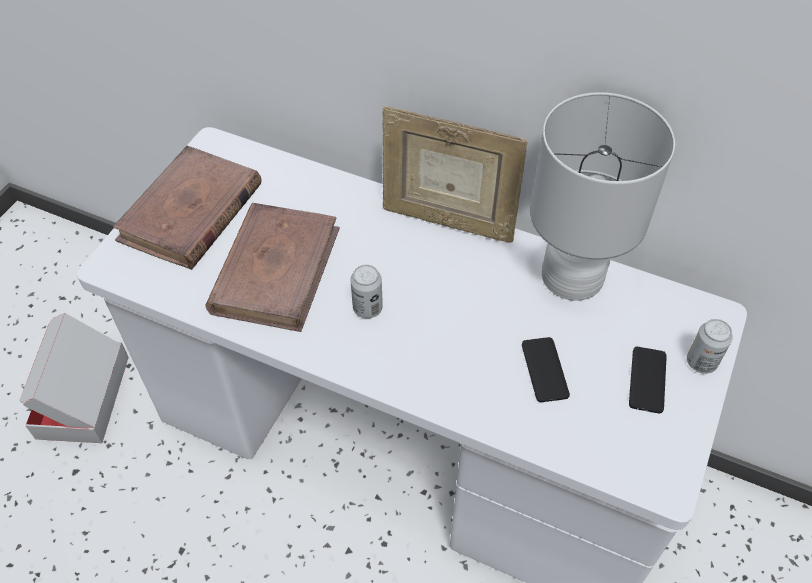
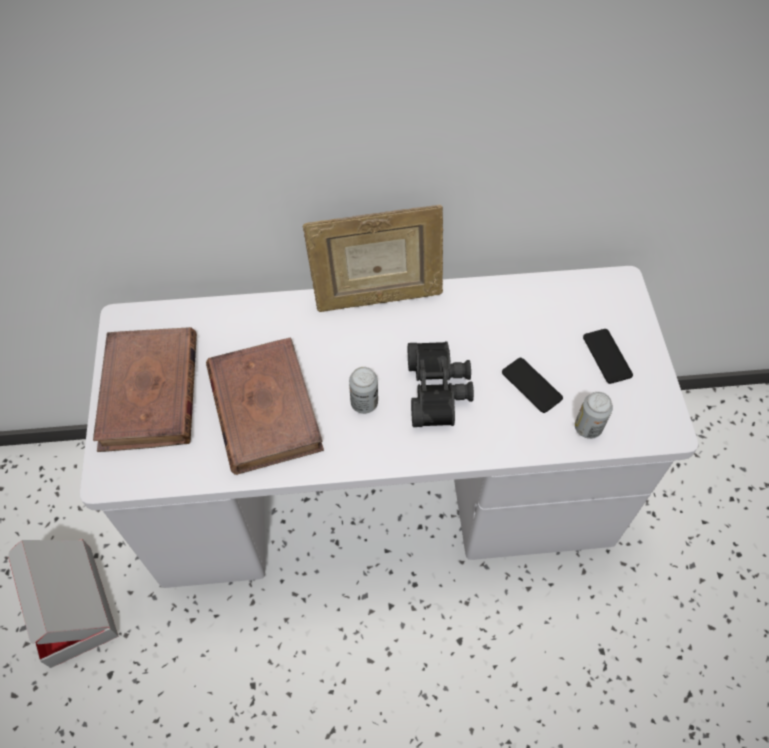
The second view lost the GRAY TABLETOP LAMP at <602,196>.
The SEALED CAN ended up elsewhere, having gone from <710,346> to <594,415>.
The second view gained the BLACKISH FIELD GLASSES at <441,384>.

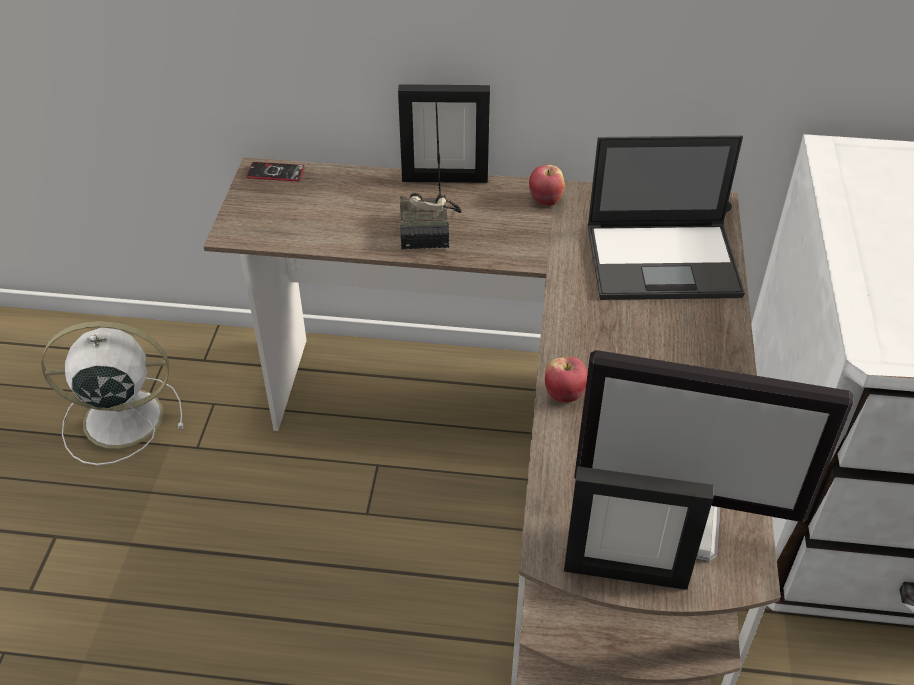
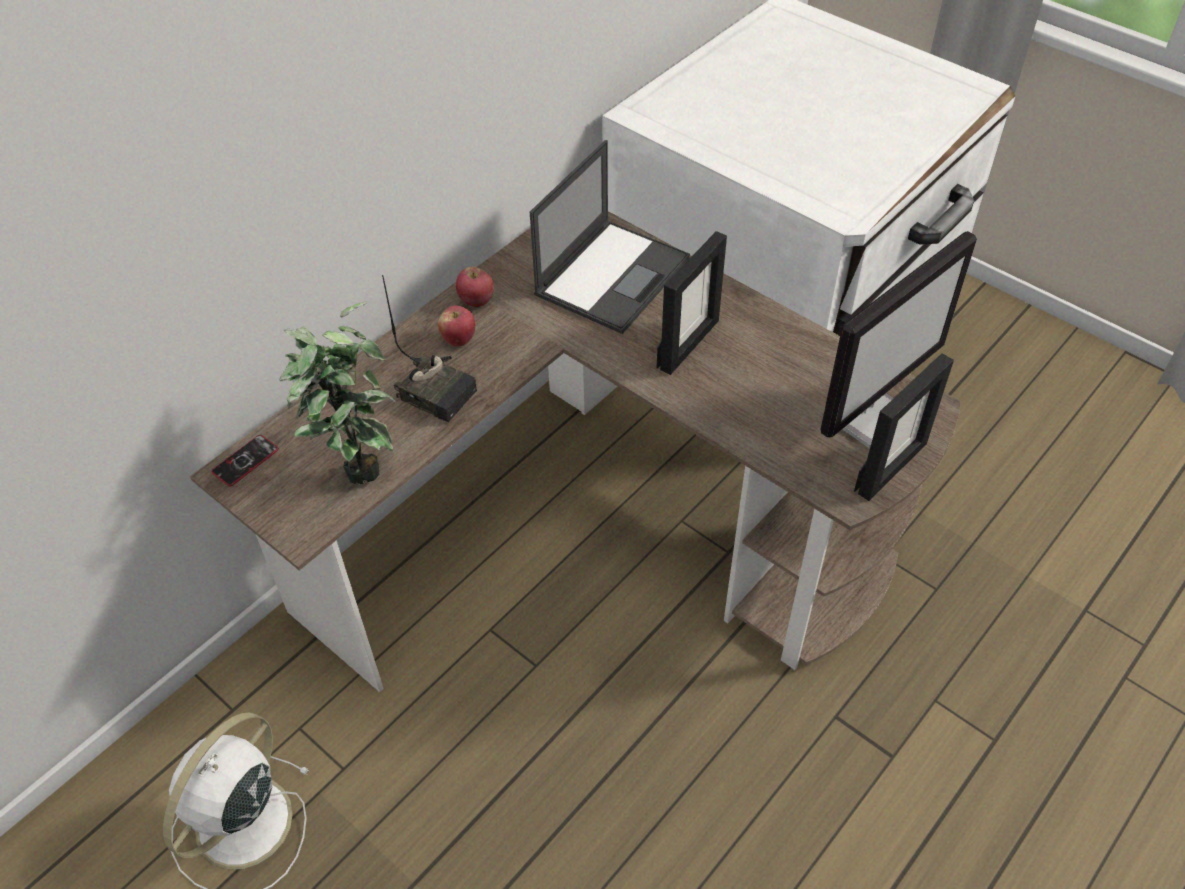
The STANDING FRAME ended up elsewhere, having gone from <444,133> to <692,303>.
The APPLE FRUIT ended up elsewhere, having gone from <566,380> to <457,326>.
The second view gained the PLANT IN A POT at <337,392>.

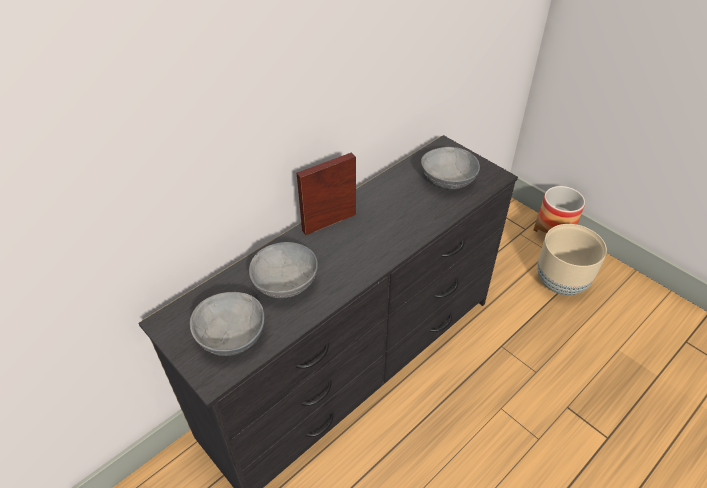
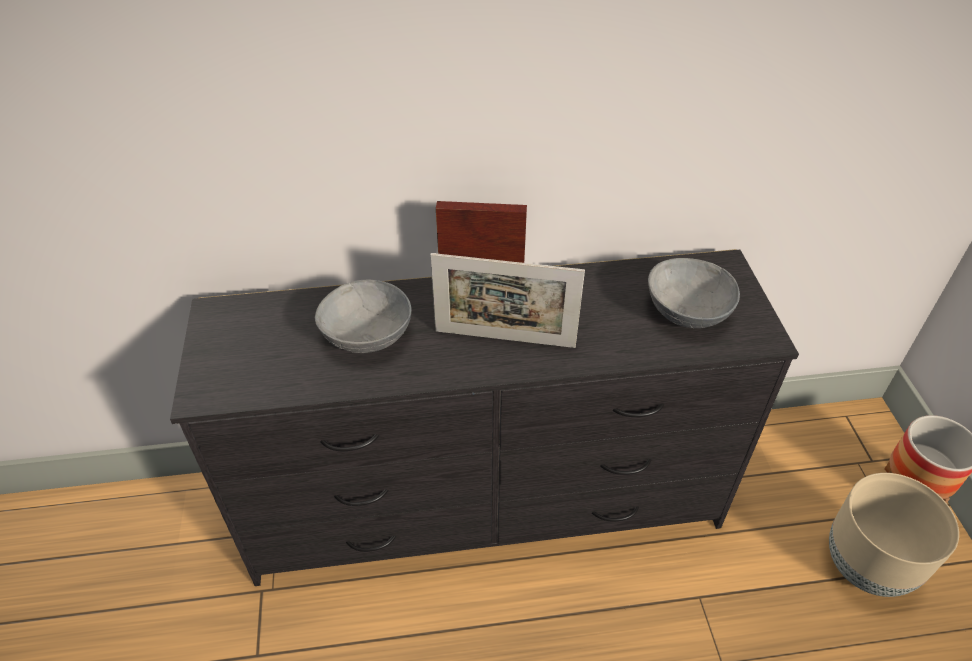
The second view lost the GRAY DEEP DISH at <227,324>.
The second view gained the STANDING FRAME at <507,300>.

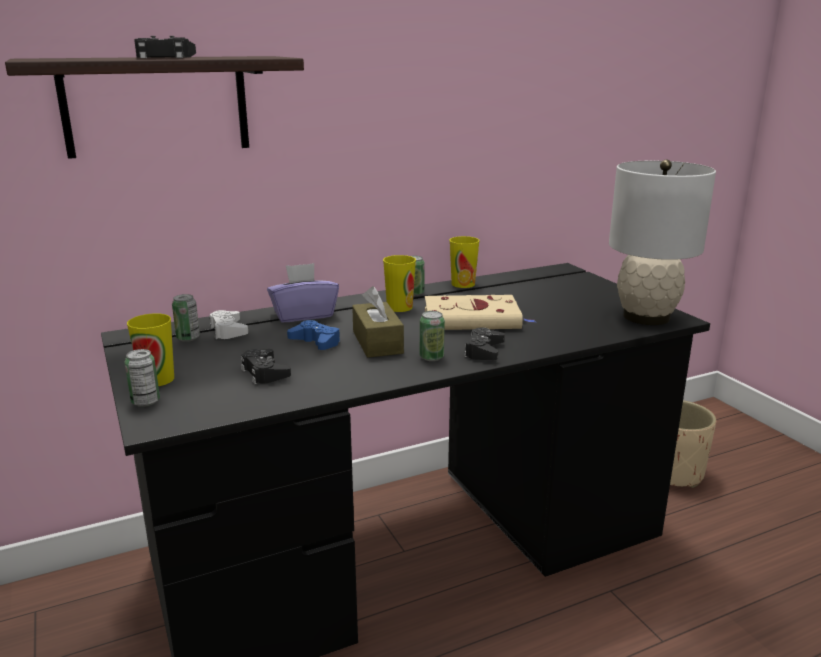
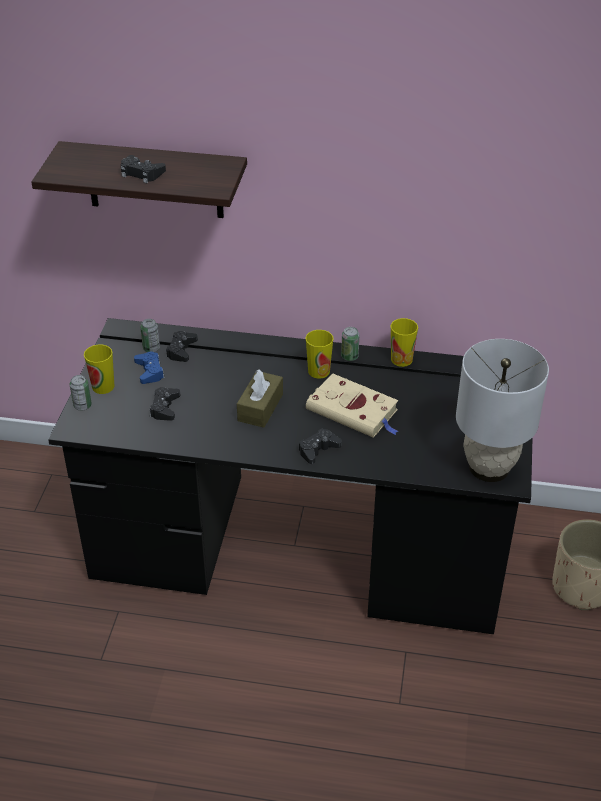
What was the WHITE-COLOURED GAMEPAD at <228,324> turned into the BLACKISH GAMEPAD at <182,346>.
The second view lost the PURPLE-COLOURED BOX OF TISSUES at <303,292>.
The BLUE-COLOURED GAMEPAD ended up elsewhere, having gone from <313,335> to <149,368>.
The second view lost the SEALED CAN at <432,336>.

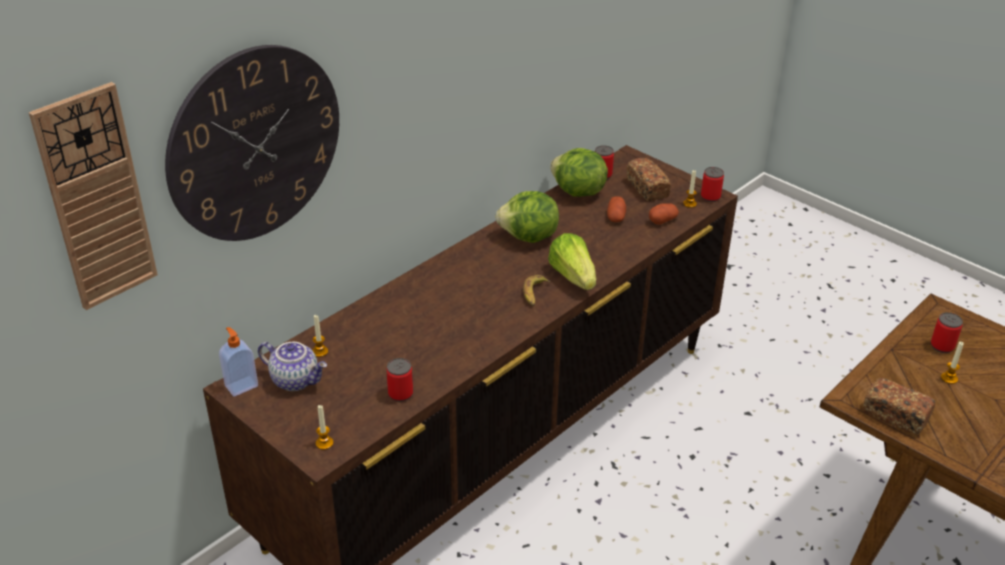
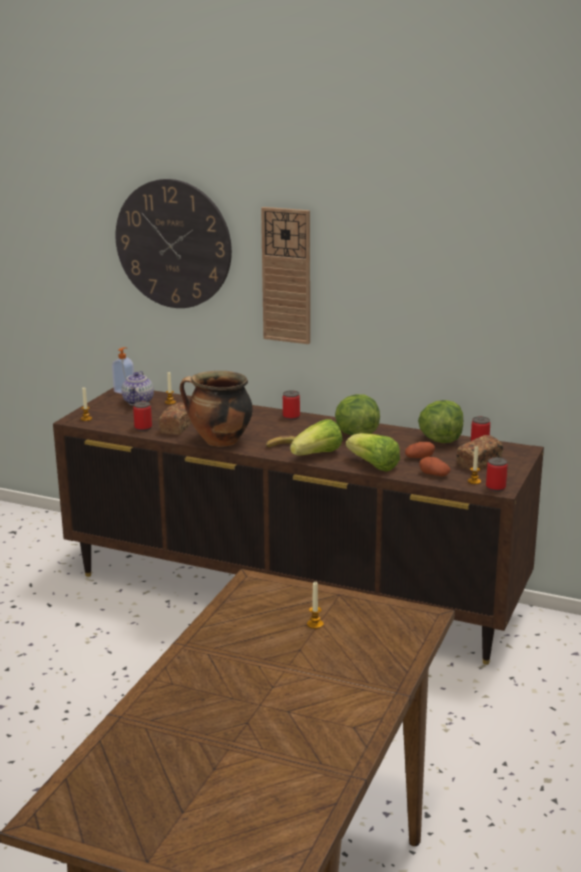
The WALL CLOCK ended up elsewhere, having gone from <93,196> to <285,275>.
The BAKED BREAD ended up elsewhere, having gone from <899,406> to <175,419>.
The SEALED CAN ended up elsewhere, having gone from <947,332> to <291,405>.
The second view gained the STOCKPOT at <216,409>.
The second view gained the LETTUCE HEAD at <373,452>.

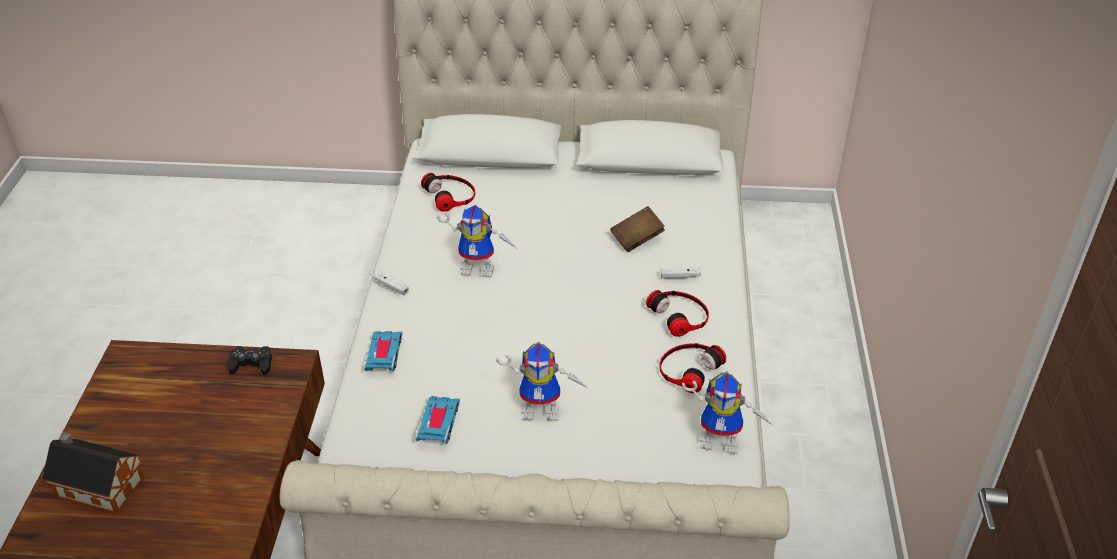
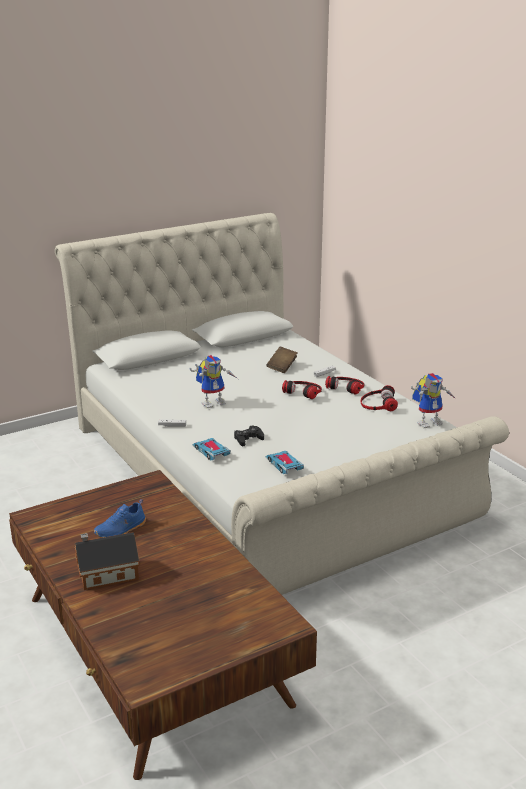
The BLACKISH GAMEPAD ended up elsewhere, having gone from <249,360> to <249,435>.
The PAIR OF HEADPHONES ended up elsewhere, having gone from <448,192> to <302,389>.
The second view lost the MODEL ROBOT at <542,381>.
The second view gained the BLUE-COLOURED LOW SHOE at <120,518>.

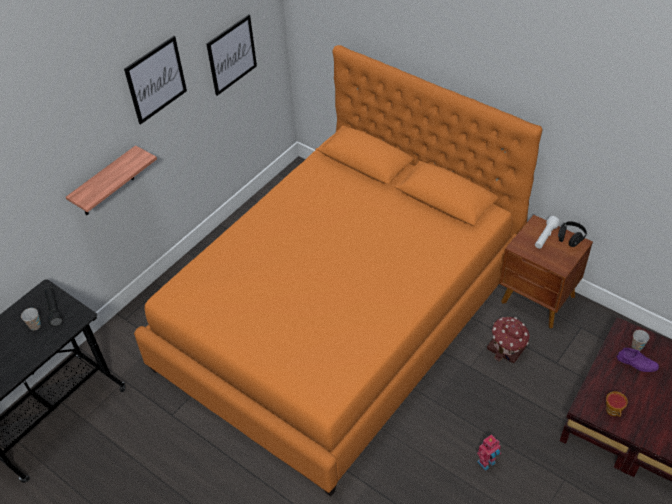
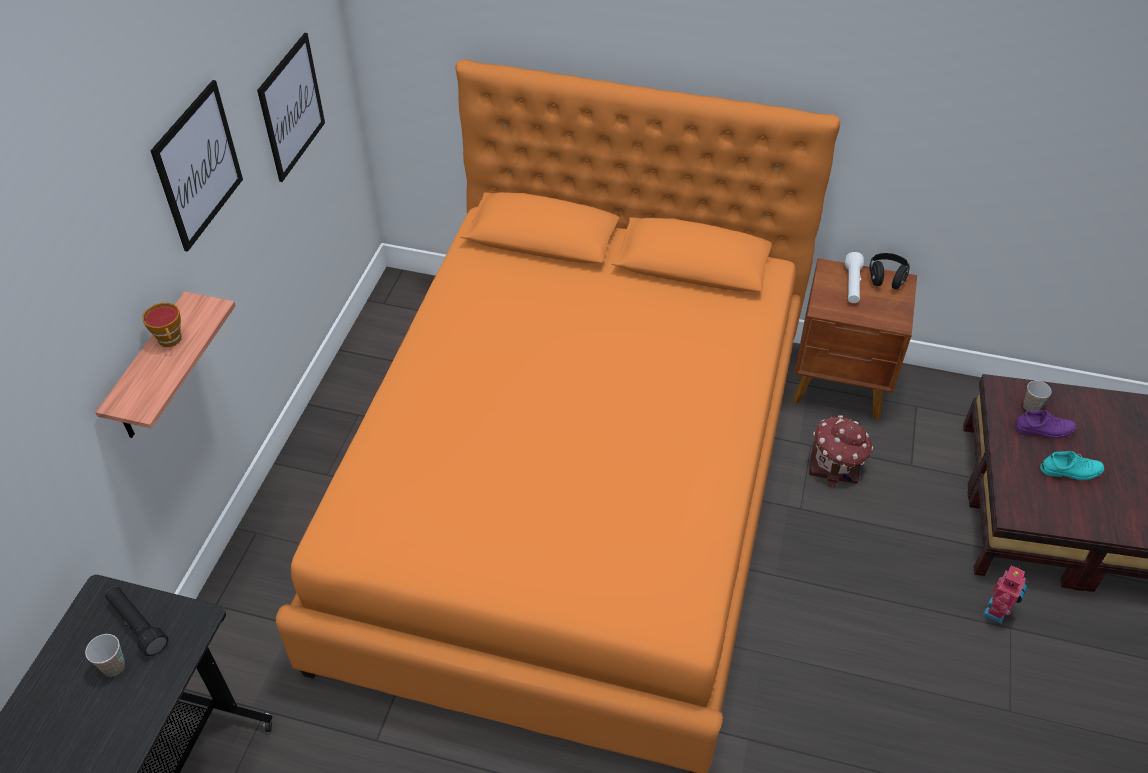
The MODEL ROBOT ended up elsewhere, having gone from <489,452> to <1005,594>.
The CUP ended up elsewhere, having gone from <617,404> to <162,325>.
The second view gained the BLUE-GREEN LOW SHOE at <1072,465>.

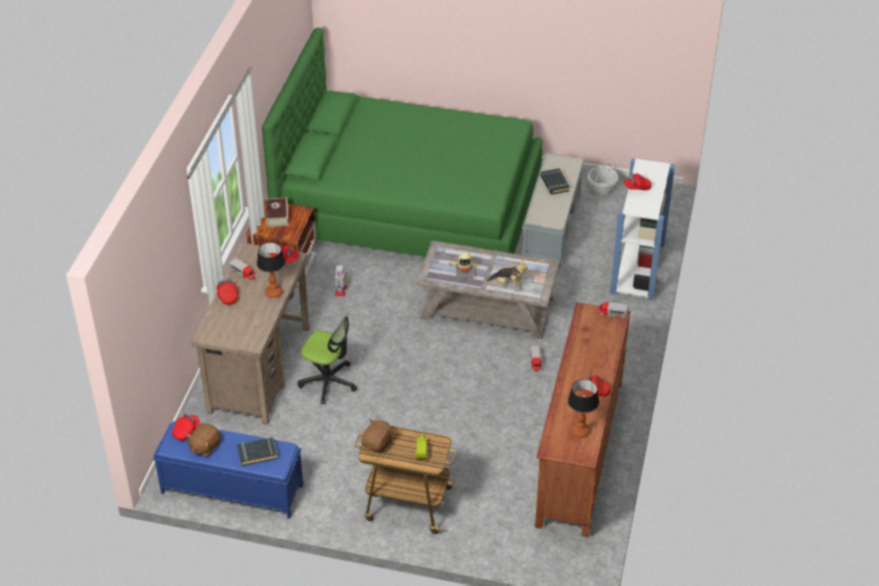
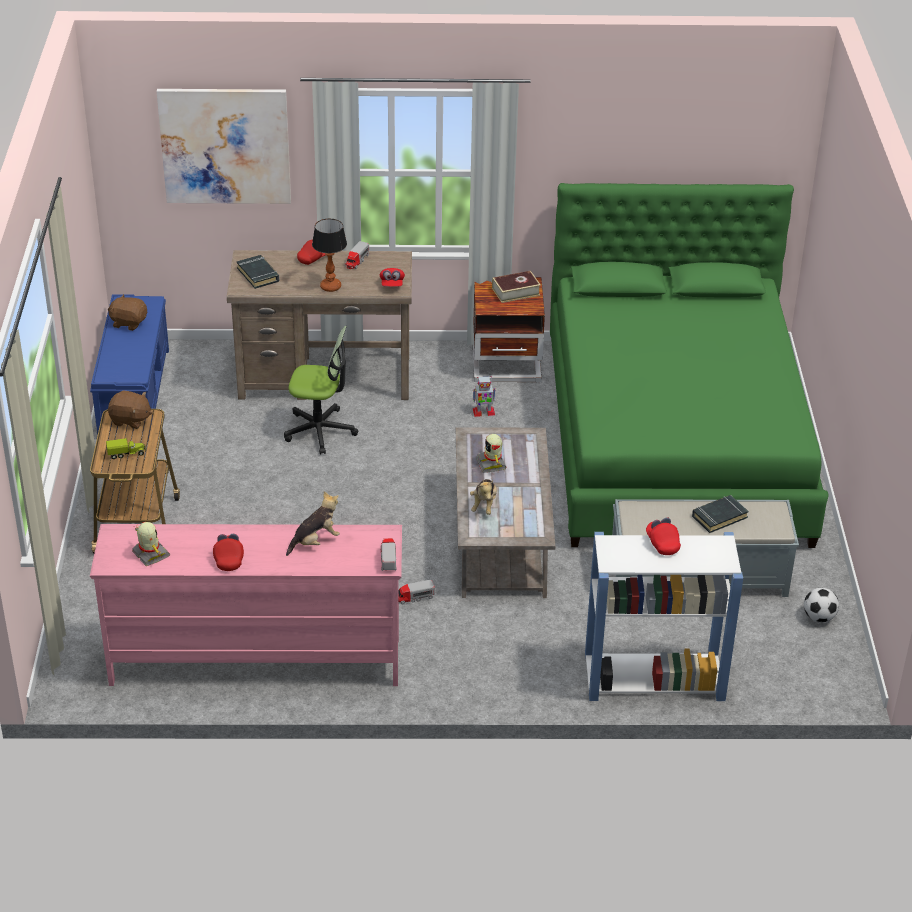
The second view lost the REDDISH PEAKED CAP at <186,427>.
The BLACKISH BOUND BOOK ended up elsewhere, having gone from <257,451> to <258,272>.
The DESK CHAIR at <327,357> ended up facing another way, 90 degrees counterclockwise from before.
What was the BROWNISH DRESSER at <582,420> turned into the PINK DRESSER at <246,605>.
Where the TABLETOP LAMP stood at <583,408>, the MODEL ROBOT came to stand at <151,544>.
Where the STORAGE BASKET stood at <603,179>, the FOOTBALL BALL came to stand at <821,605>.
The second view gained the PICTURE at <224,146>.
The second view gained the CUDDLY TOY at <313,523>.

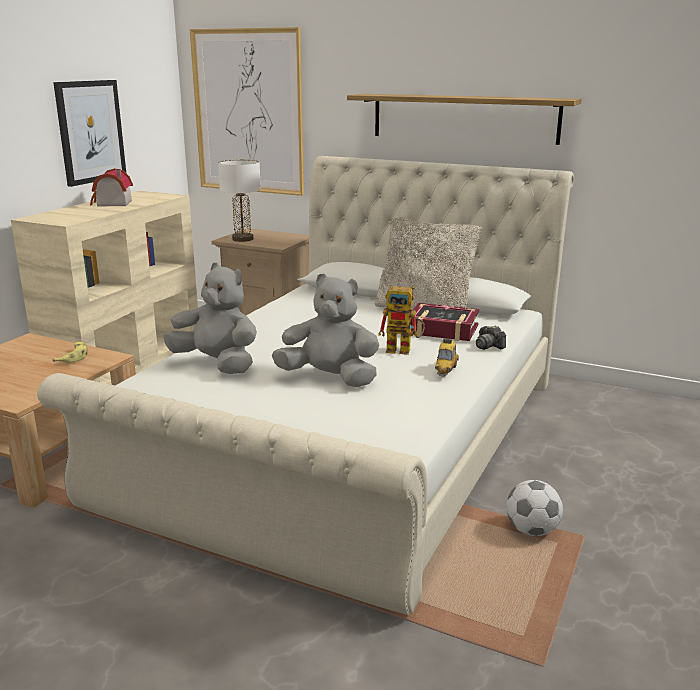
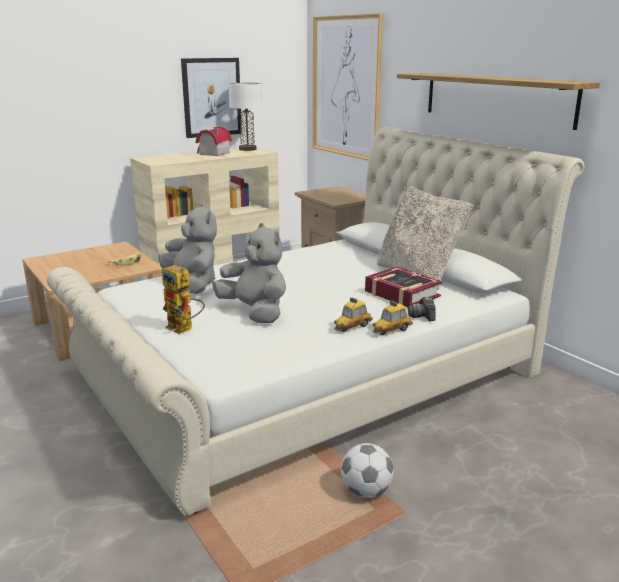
The TABLETOP LAMP ended up elsewhere, having gone from <239,201> to <245,117>.
The MODEL ROBOT ended up elsewhere, having gone from <401,320> to <183,299>.
The second view gained the MODEL CAR at <392,318>.

